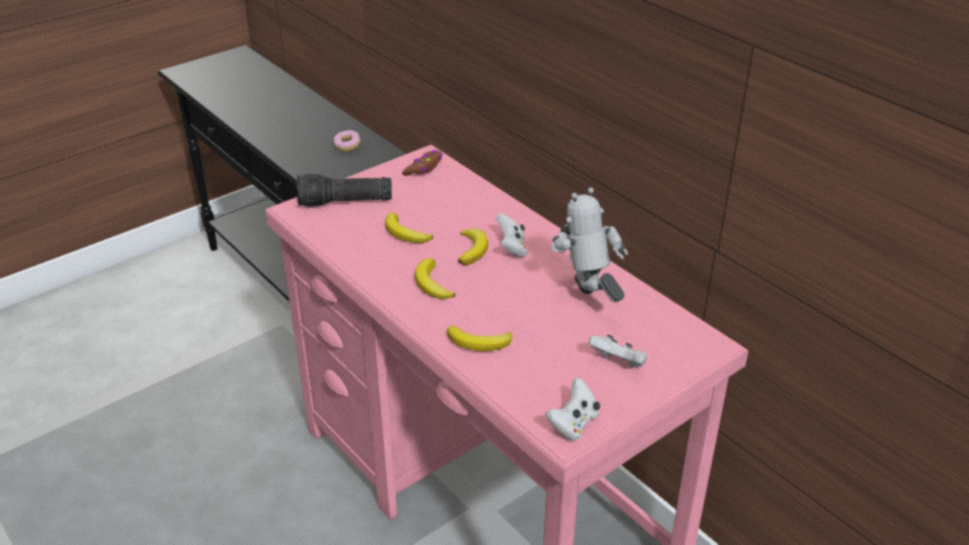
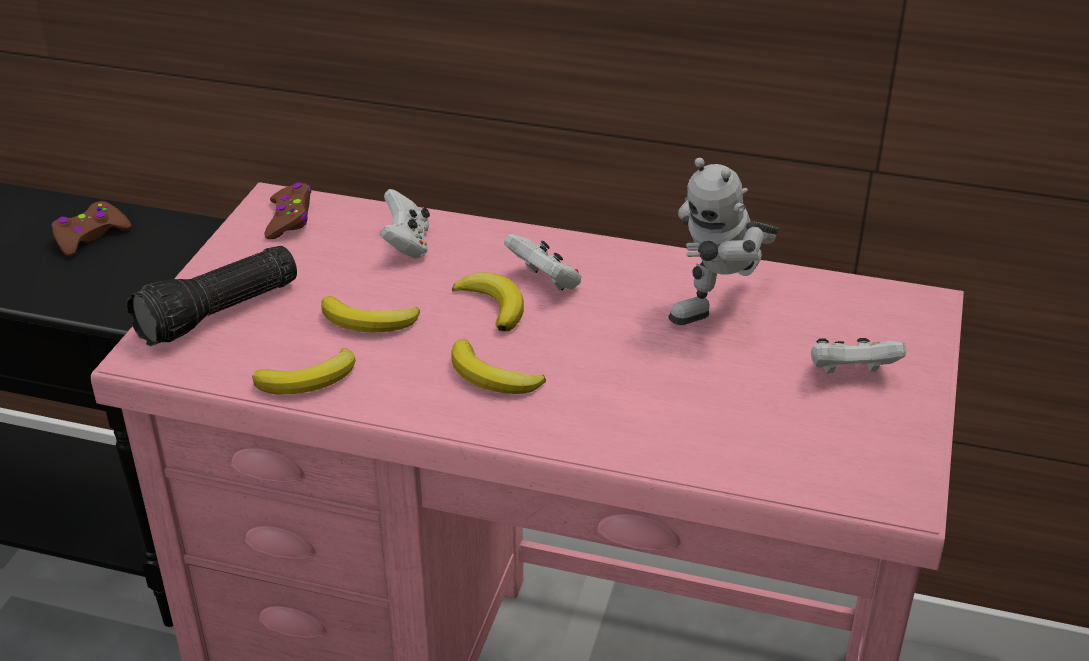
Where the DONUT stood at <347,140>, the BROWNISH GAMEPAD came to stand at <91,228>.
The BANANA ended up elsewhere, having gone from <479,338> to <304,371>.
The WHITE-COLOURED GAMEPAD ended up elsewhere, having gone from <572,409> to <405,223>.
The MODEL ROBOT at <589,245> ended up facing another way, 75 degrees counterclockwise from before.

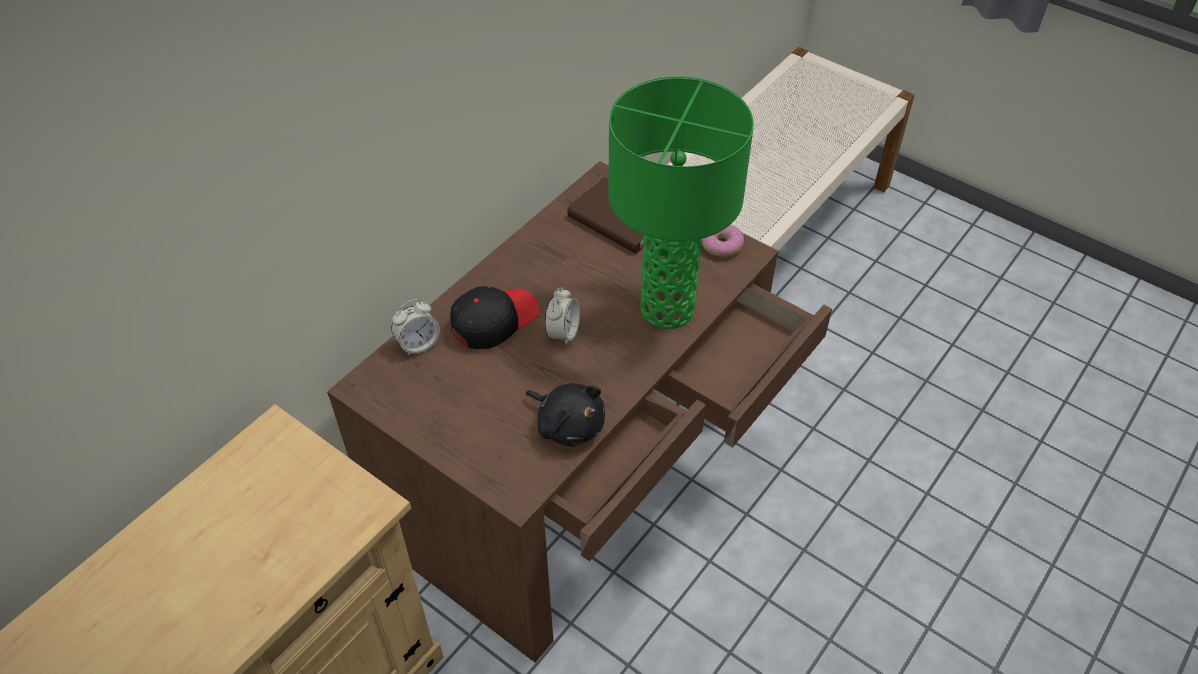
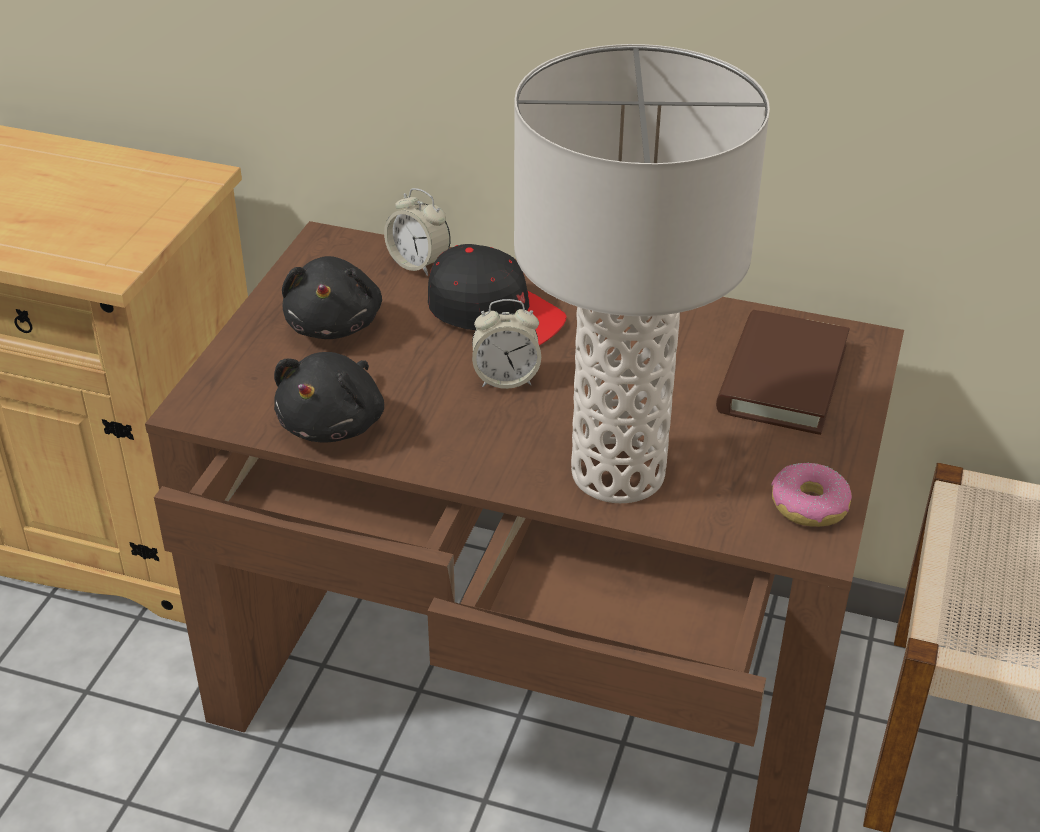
What was the GREENISH TABLETOP LAMP at <681,202> turned into the WHITE-COLOURED TABLETOP LAMP at <642,273>.
The second view gained the BLACKISH CUDDLY TOY at <332,297>.

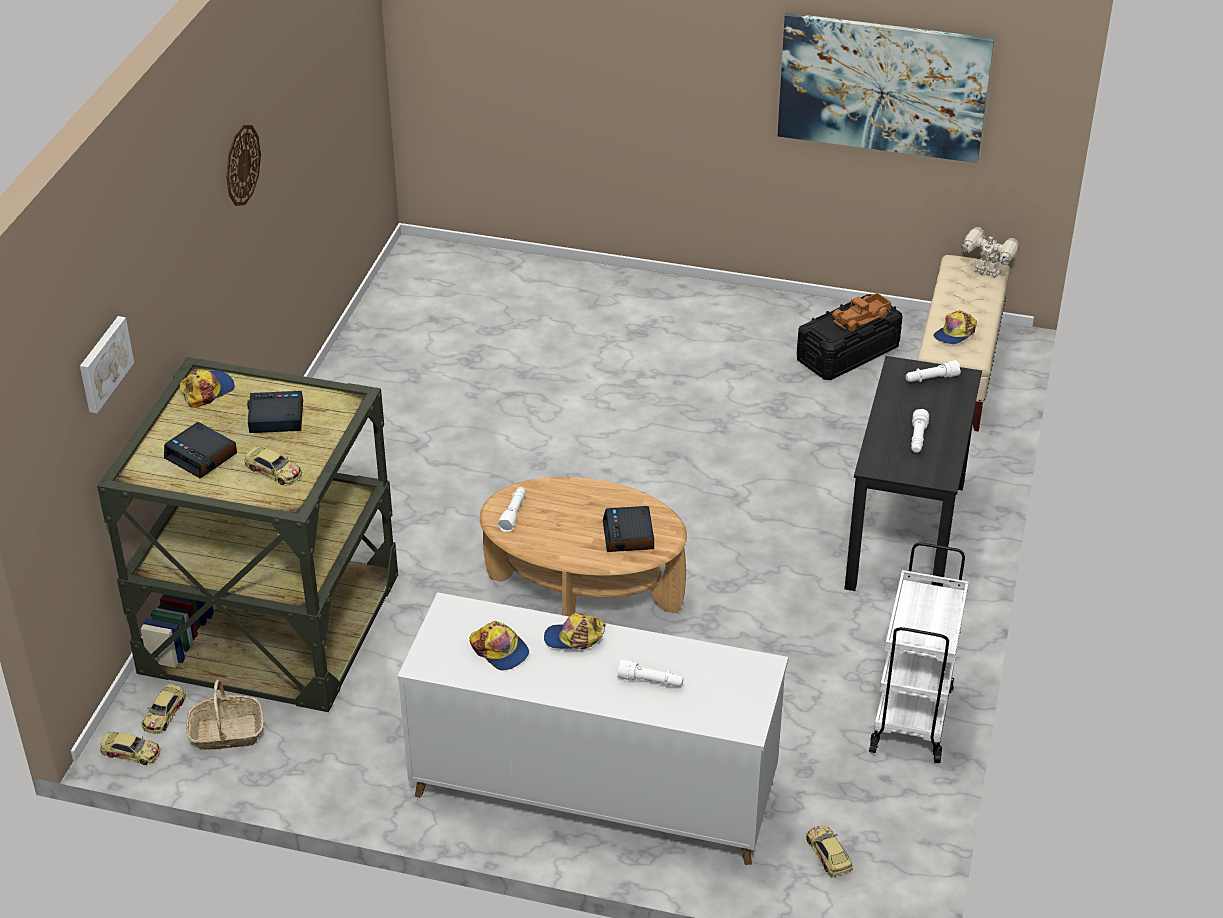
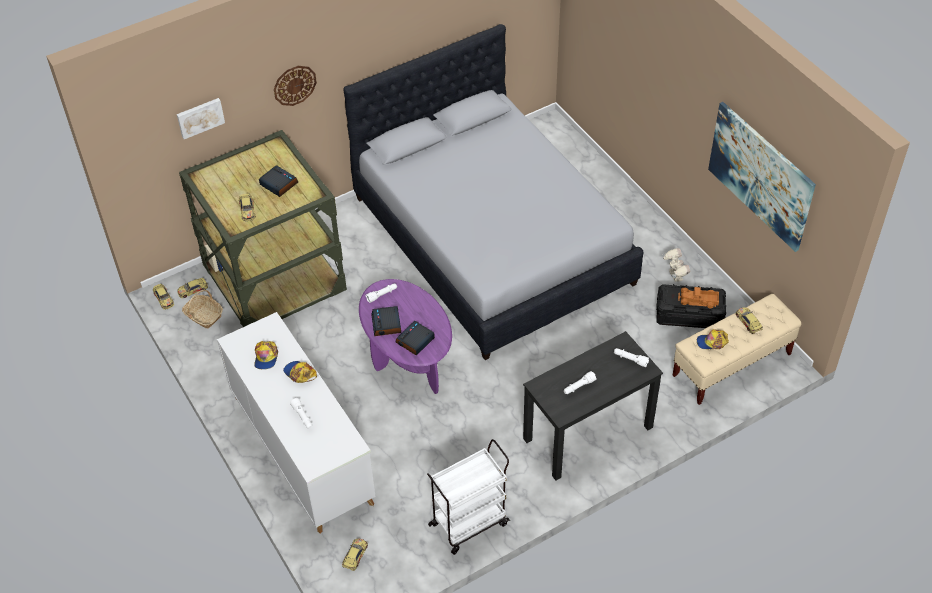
The BEDSIDE CLOCK ended up elsewhere, having gone from <200,450> to <386,321>.
The second view lost the PEAKED CAP at <207,388>.
The WALL CLOCK ended up elsewhere, having gone from <243,165> to <295,86>.
What was the BROWNISH LOUNGE TABLE at <583,547> turned into the PURPLE-COLOURED LOUNGE TABLE at <405,336>.
The MODEL ROBOT ended up elsewhere, having gone from <990,252> to <676,265>.
The second view gained the GRAY BED at <493,192>.
The second view gained the MODEL CAR at <749,320>.

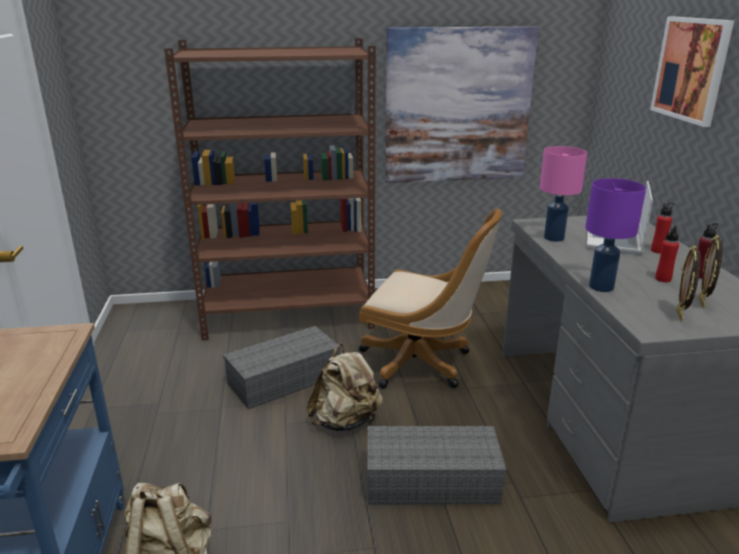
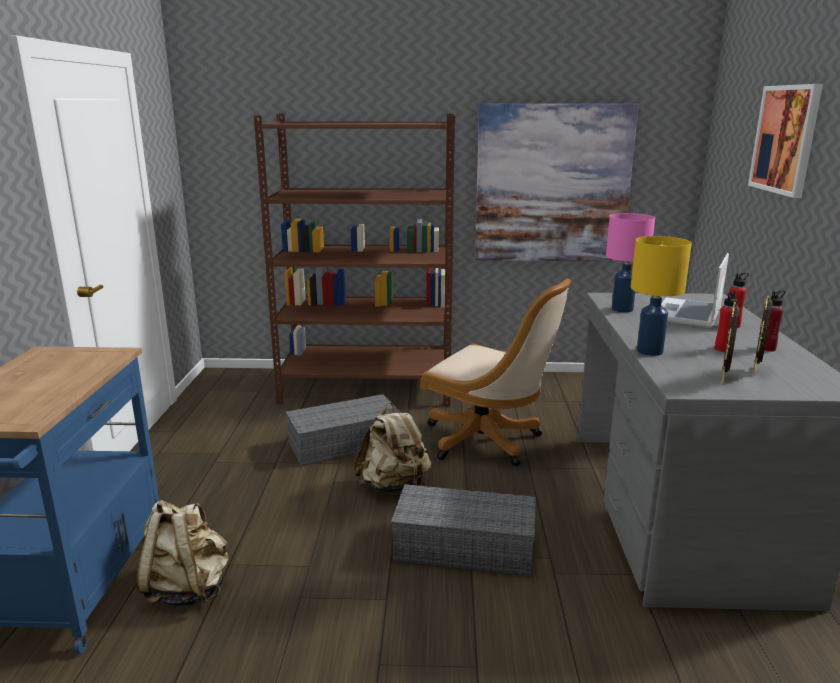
What was the PURPLE-COLOURED TABLETOP LAMP at <615,235> turned into the YELLOW-COLOURED TABLETOP LAMP at <661,296>.

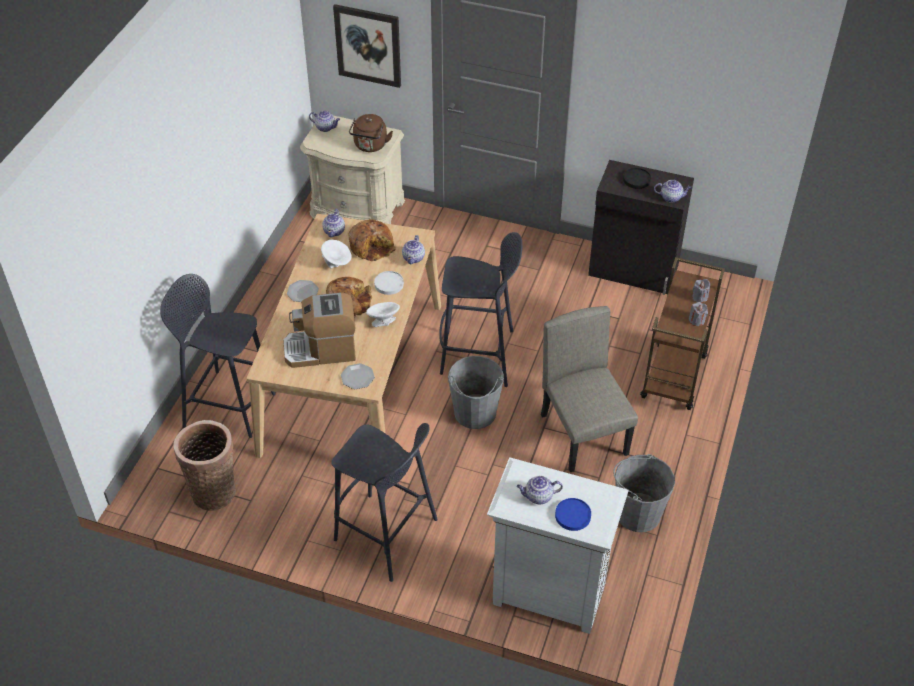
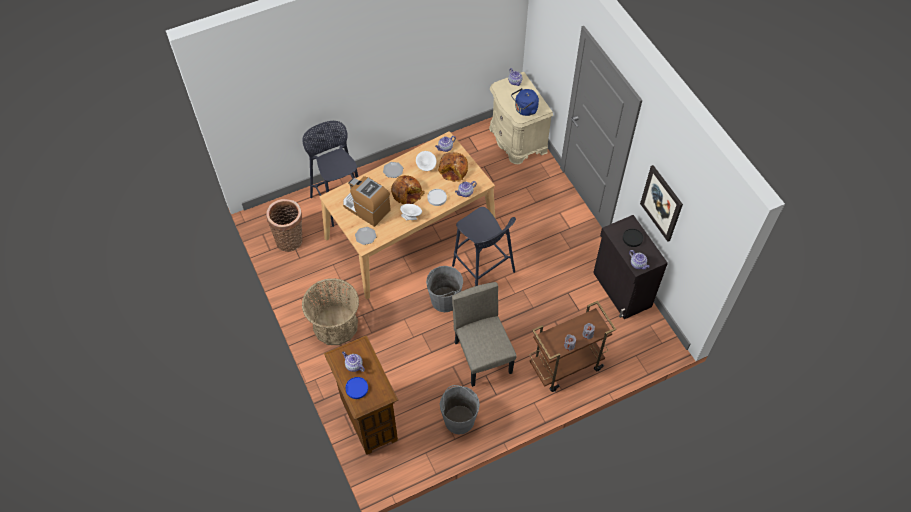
Where the GRAY SITTING STOOL stood at <384,502>, the STORAGE BASKET came to stand at <330,311>.
The PICTURE ended up elsewhere, having gone from <367,46> to <661,203>.
What was the BROWNISH KETTLE at <371,133> turned into the BLUE-COLOURED KETTLE at <525,102>.
What was the WHITE-COLOURED CUPBOARD at <558,545> turned into the BROWNISH CUPBOARD at <361,395>.
The BEIGE-COLOURED PLAIN CHAIR at <589,389> ended up facing another way, 45 degrees counterclockwise from before.

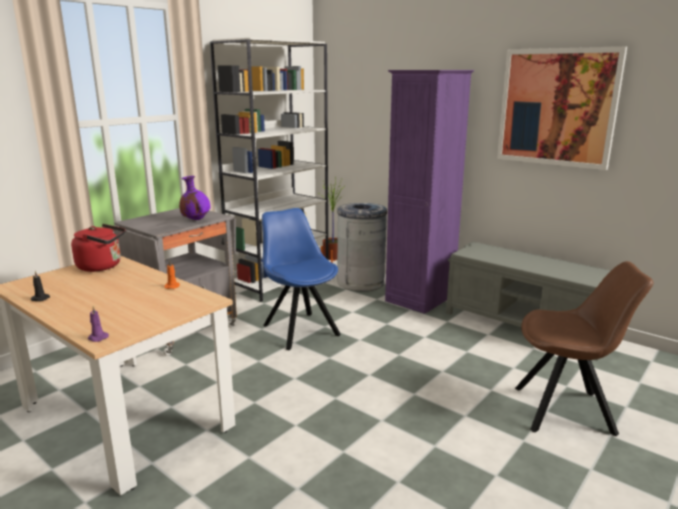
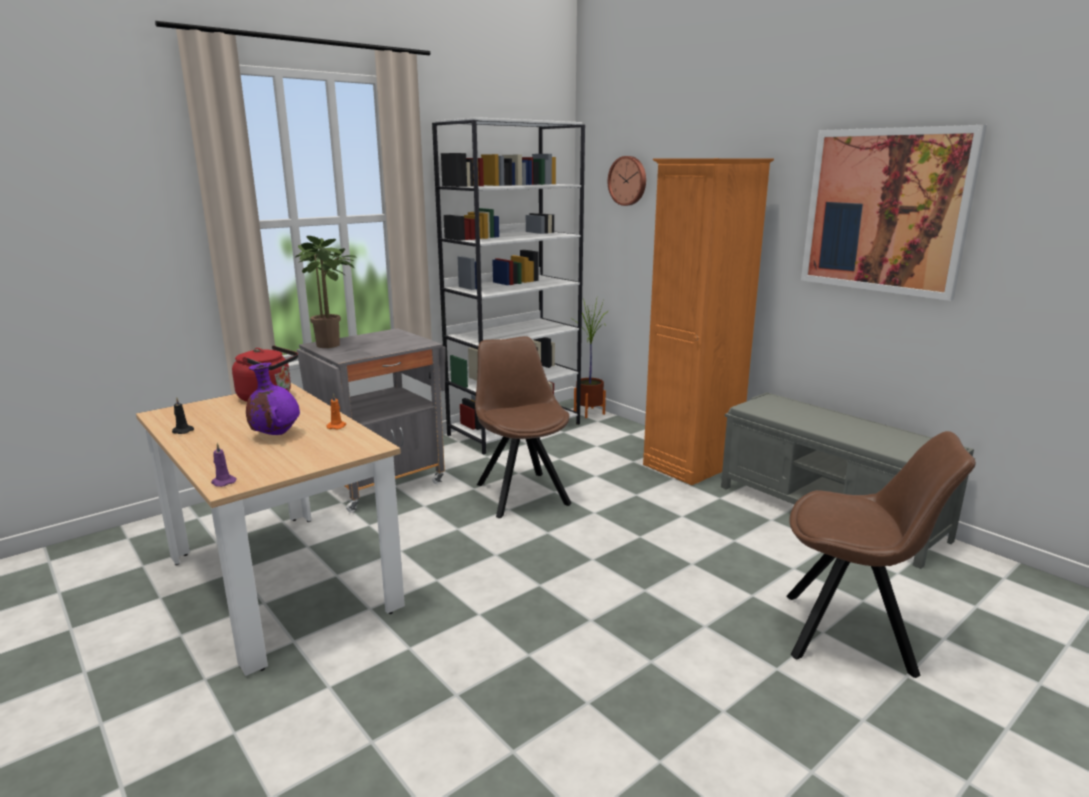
The PURPLE-COLOURED VASE ended up elsewhere, having gone from <195,198> to <273,399>.
What was the BLUE-COLOURED PLAIN CHAIR at <301,279> turned into the BROWNISH PLAIN CHAIR at <523,427>.
The second view lost the GRAY RUBBISH BIN at <362,247>.
What was the PURPLE-COLOURED CUPBOARD at <429,192> turned into the ORANGE CUPBOARD at <708,321>.
The second view gained the PLANT IN A POT at <326,292>.
The second view gained the WALL CLOCK at <627,181>.

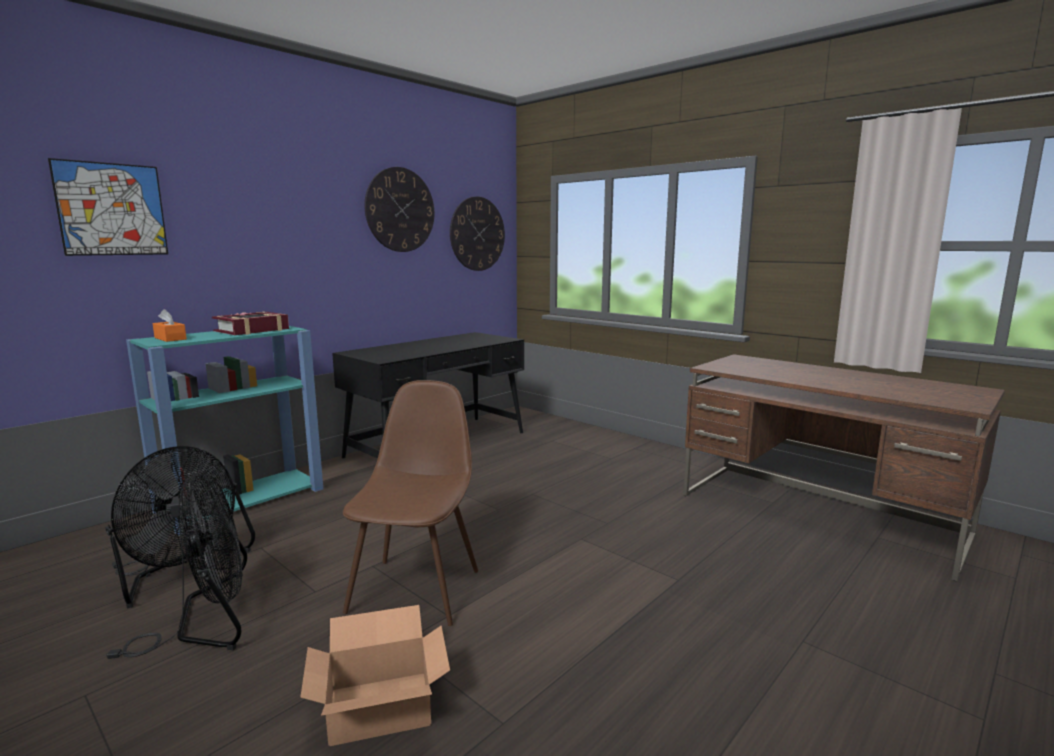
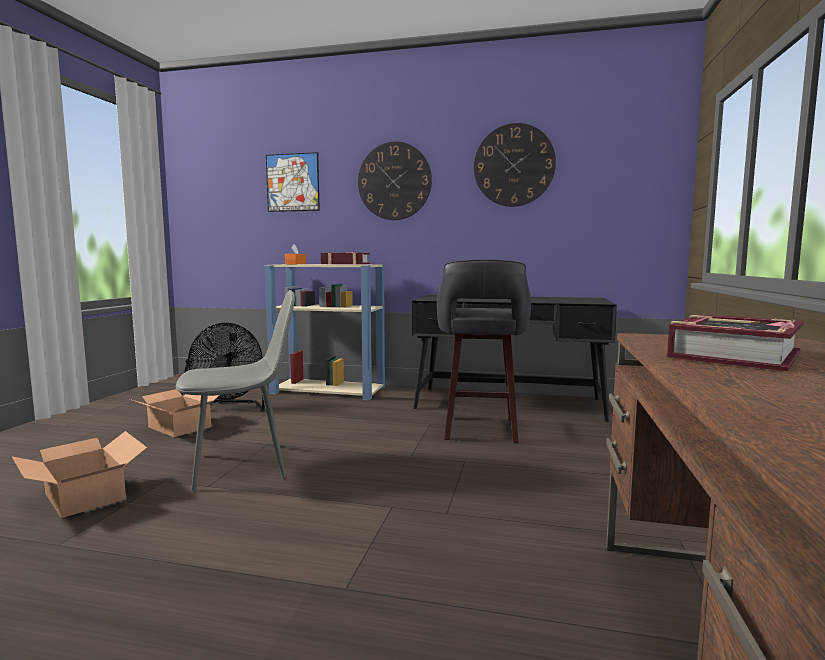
Where the BLACKISH FAN stood at <176,566>, the CARTON came to stand at <174,413>.
What was the BLUE-GREEN SHELVING UNIT at <224,431> turned into the BEIGE-COLOURED SHELVING UNIT at <324,332>.
What was the BROWNISH PLAIN CHAIR at <410,503> turned into the GRAY PLAIN CHAIR at <235,390>.
The WALL CLOCK ended up elsewhere, having gone from <477,233> to <395,180>.
The second view gained the GRAY SITTING STOOL at <484,351>.
The second view gained the BOUND BOOK at <735,342>.

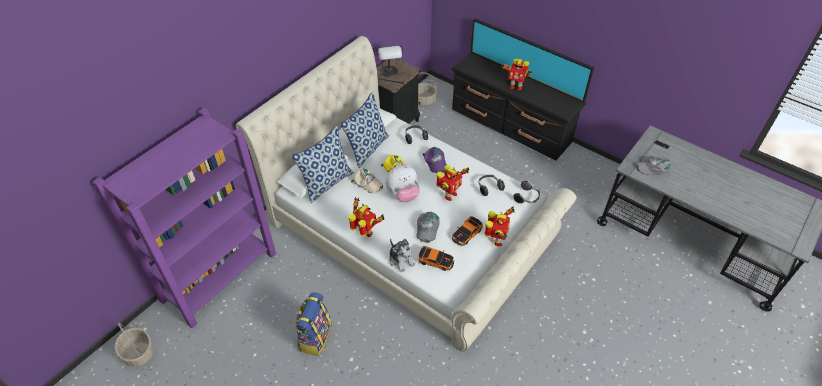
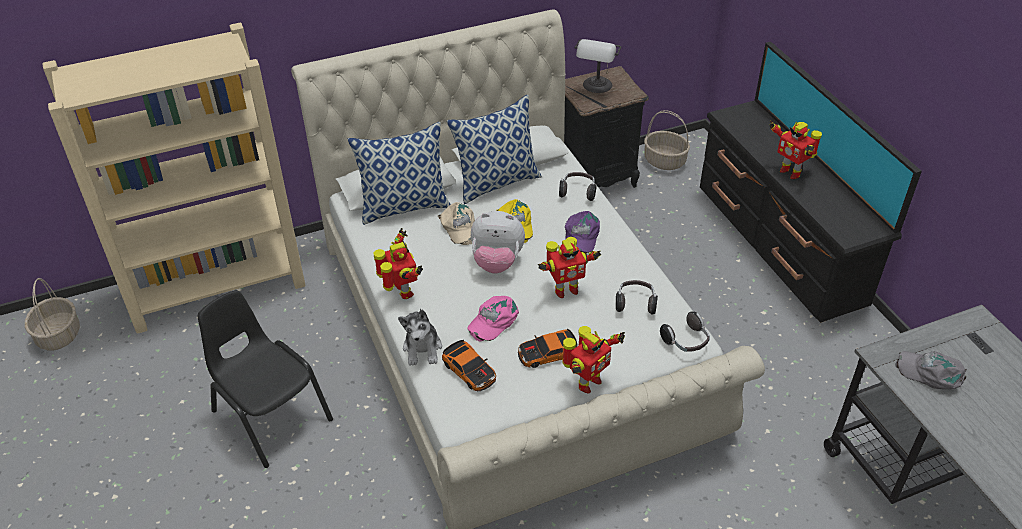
What was the PURPLE-COLOURED SHELVING UNIT at <184,218> turned into the BEIGE-COLOURED SHELVING UNIT at <174,178>.
Where the KNAPSACK stood at <313,324>, the BLACKISH PLAIN CHAIR came to stand at <265,379>.
What was the GRAY PEAKED CAP at <428,227> turned into the PINK PEAKED CAP at <493,318>.

